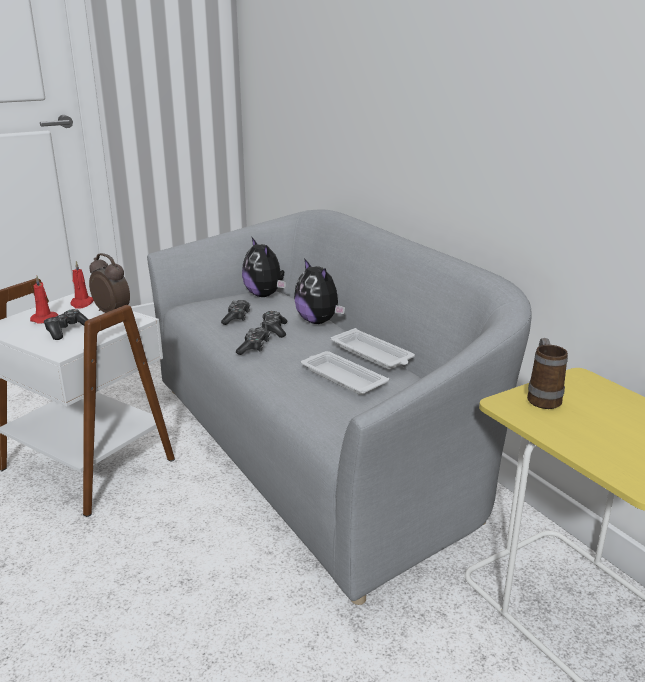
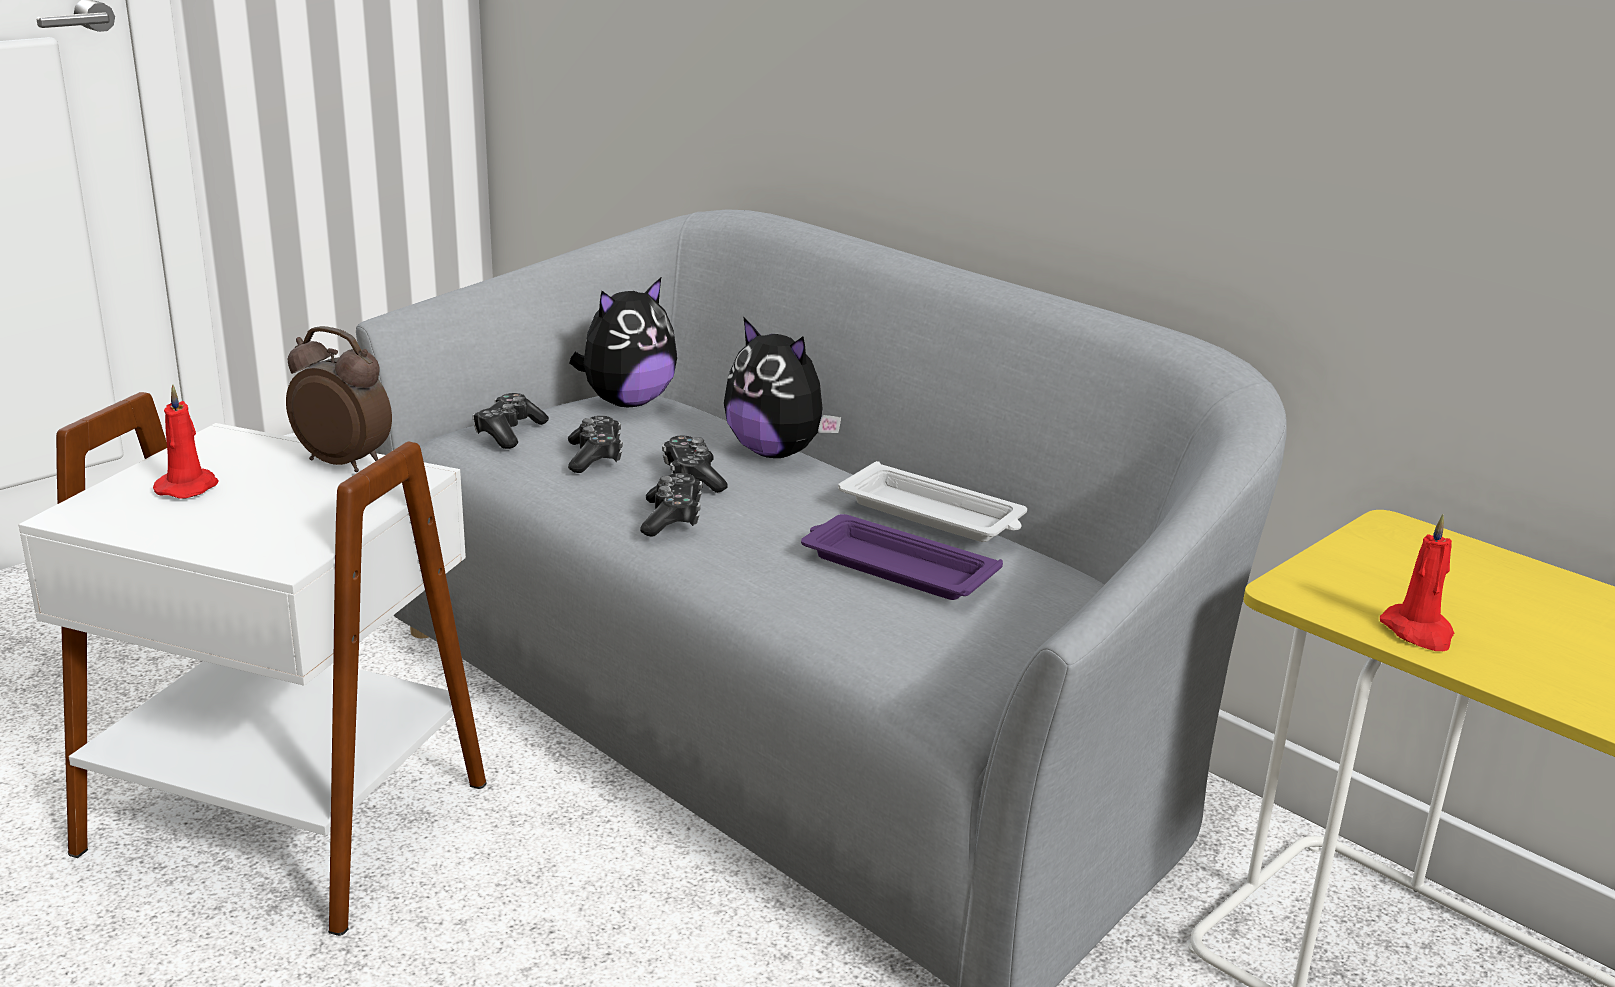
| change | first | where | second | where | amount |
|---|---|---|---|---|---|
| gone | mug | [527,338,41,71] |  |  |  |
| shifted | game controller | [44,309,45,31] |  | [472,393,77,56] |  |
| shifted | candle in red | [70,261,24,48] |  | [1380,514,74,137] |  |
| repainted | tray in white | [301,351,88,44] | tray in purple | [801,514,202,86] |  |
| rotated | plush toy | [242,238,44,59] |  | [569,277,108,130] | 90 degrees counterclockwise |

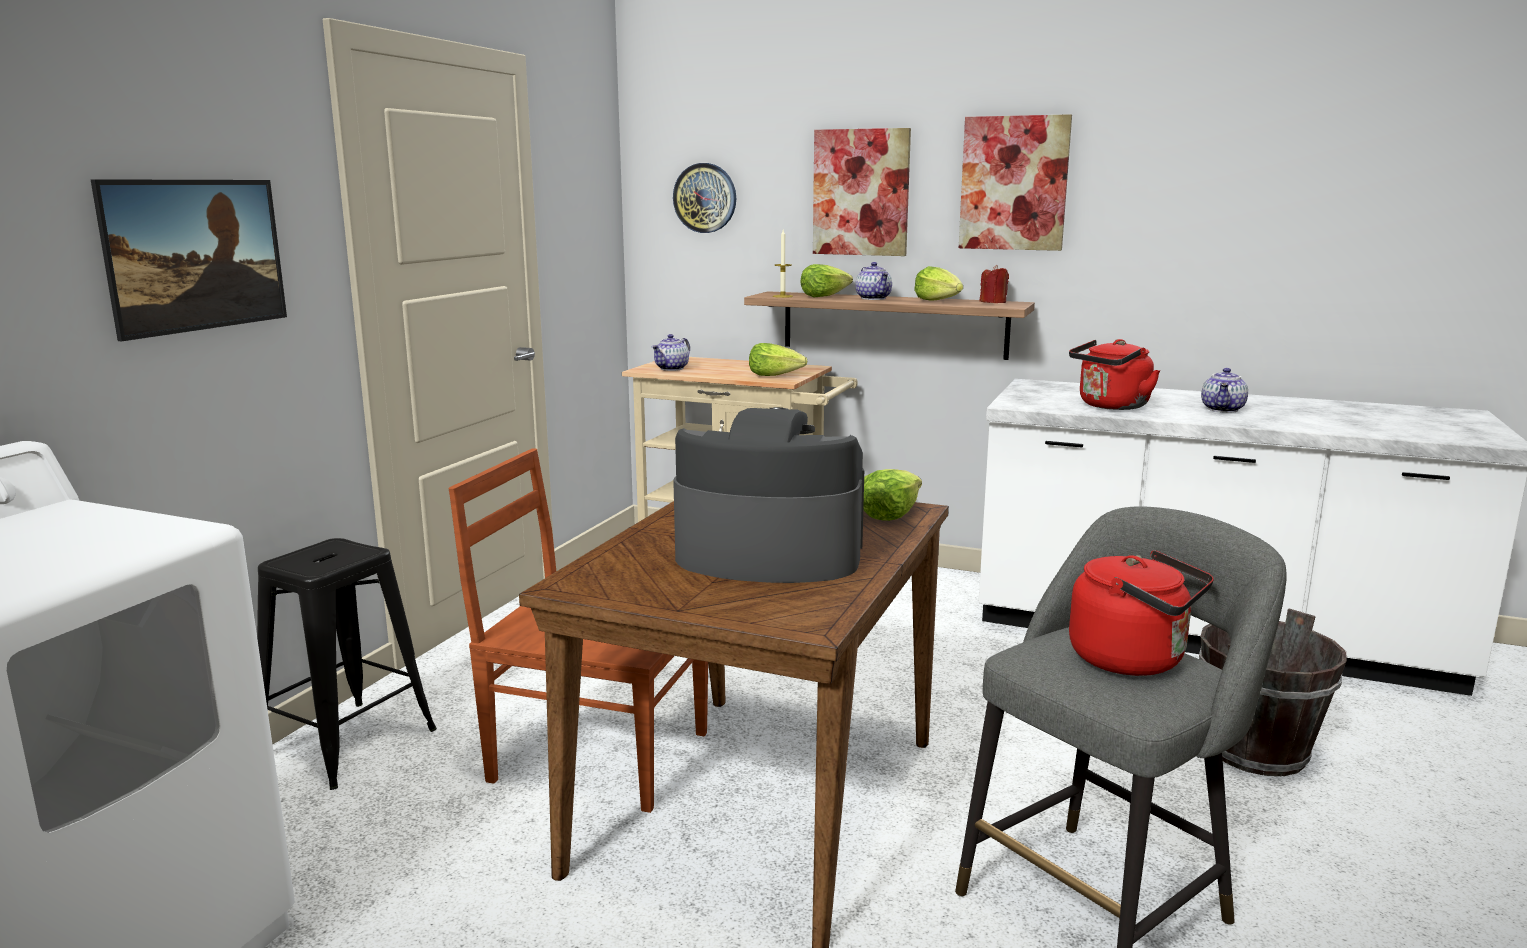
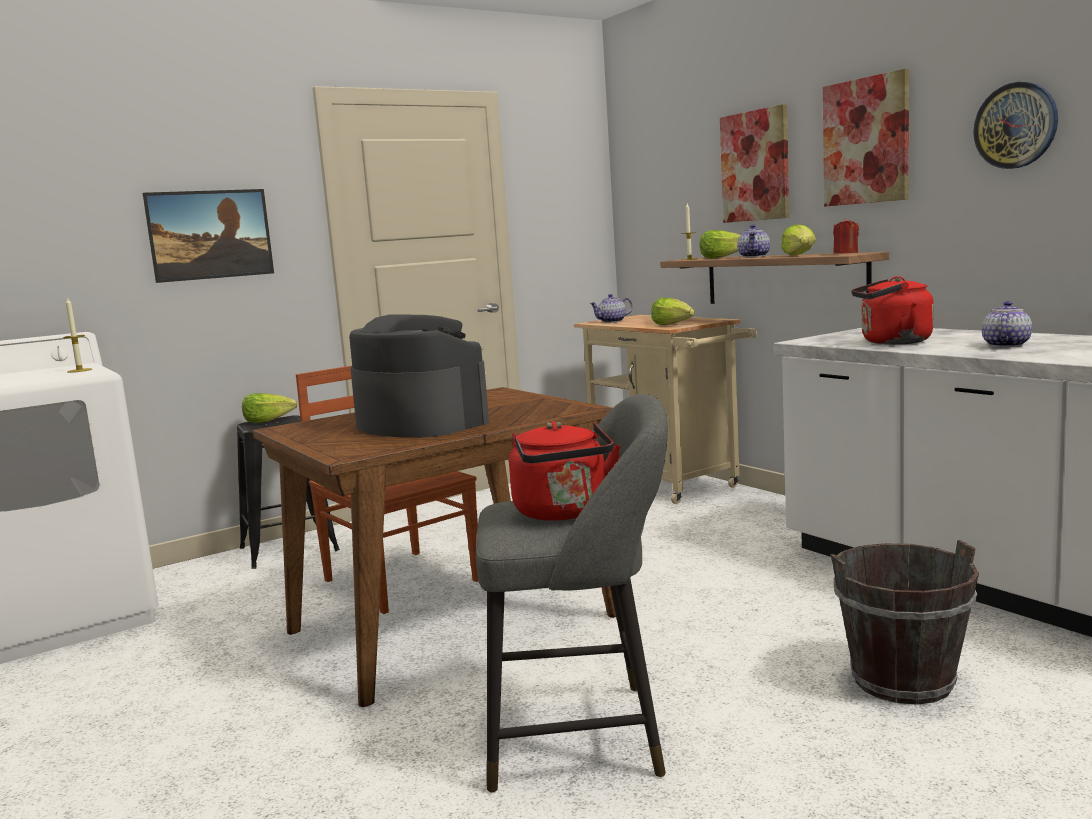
| change | first | where | second | where | amount |
|---|---|---|---|---|---|
| new |  |  | candle | [63,297,29,76] |  |
| shifted | wall clock | [673,163,63,70] |  | [973,82,85,87] |  |
| shifted | lettuce | [863,469,59,52] |  | [242,393,55,30] |  |
| rotated | teapot | [1201,368,47,45] |  | [982,301,50,46] | 150 degrees clockwise |

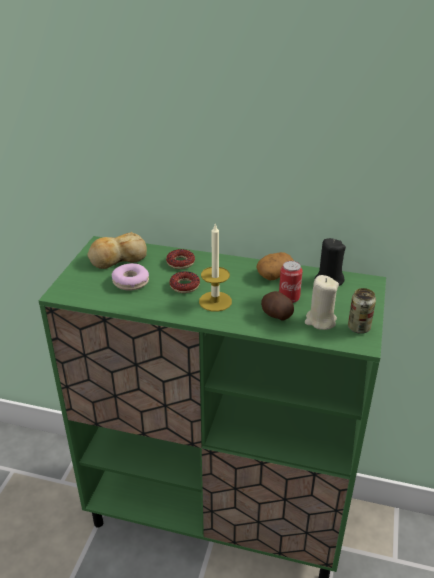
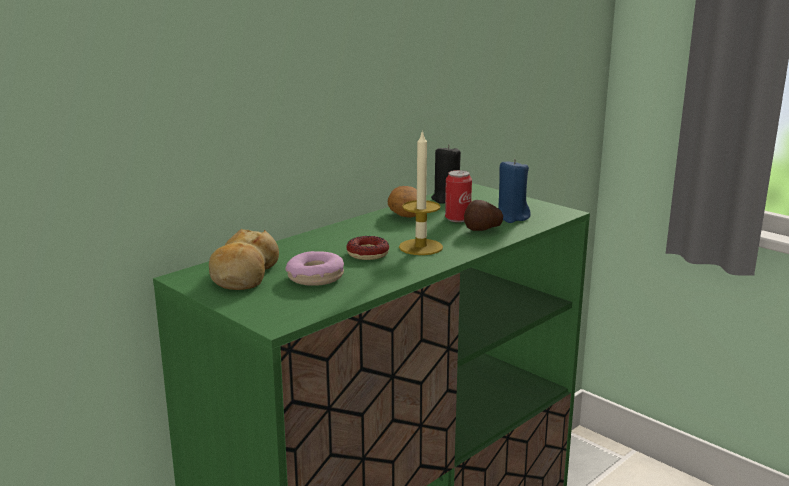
| change | first | where | second | where | amount |
|---|---|---|---|---|---|
| gone | donut | [166,249,29,20] |  |  |  |
| gone | can | [348,288,28,46] |  |  |  |
| repainted | candle in beige | [305,275,34,55] | candle in blue | [498,159,32,64] |  |

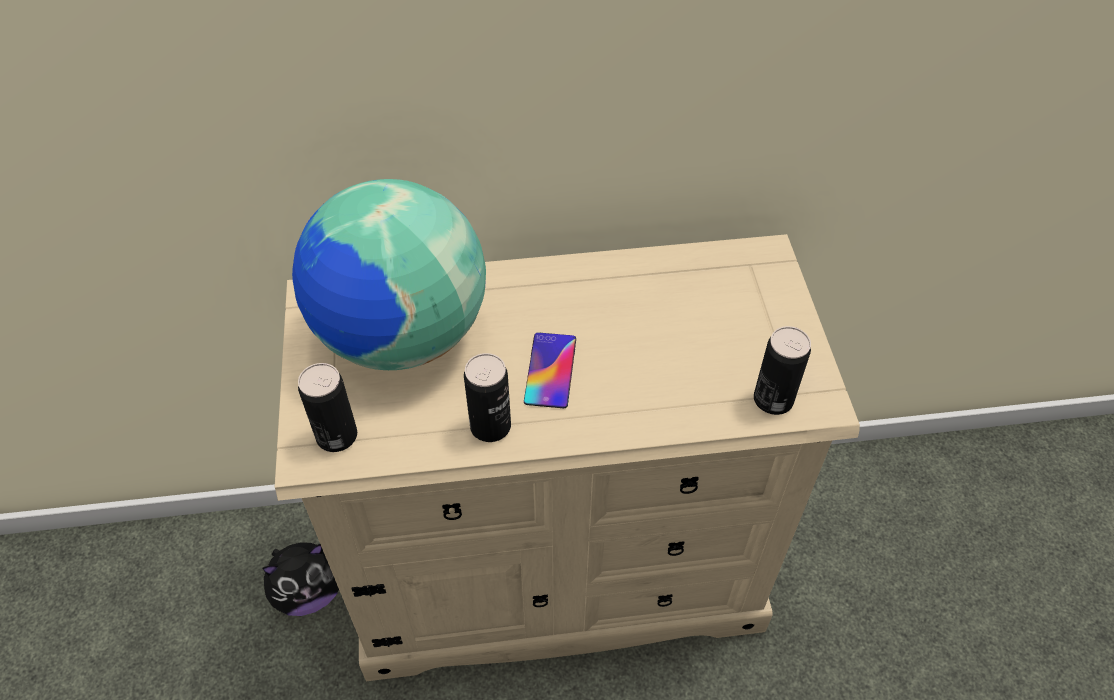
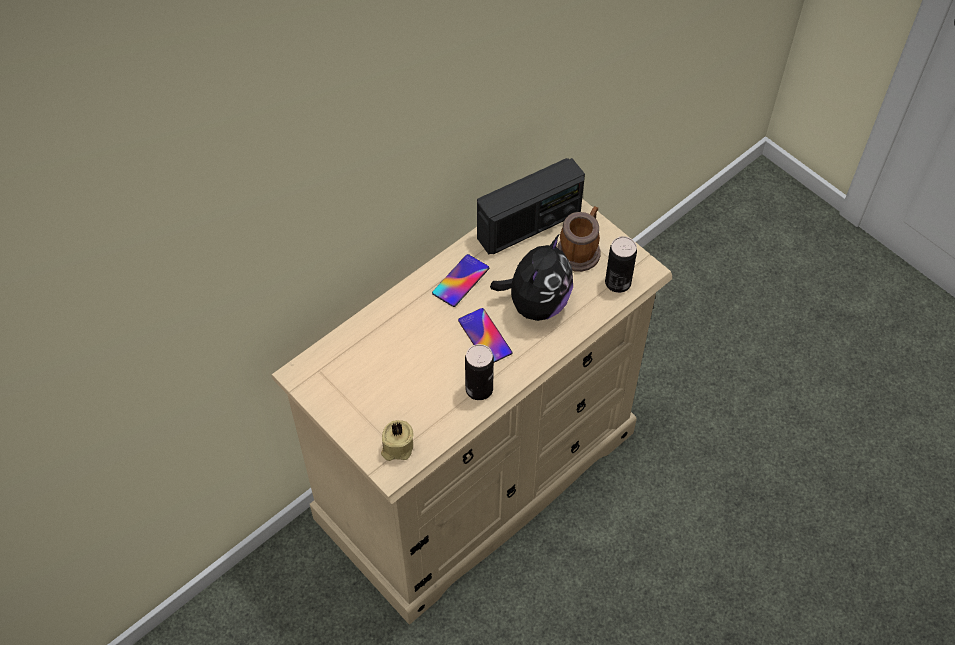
| change | first | where | second | where | amount |
|---|---|---|---|---|---|
| gone | globe | [292,179,194,191] |  |  |  |
| new |  |  | phone | [432,254,57,53] |  |
| new |  |  | radio | [477,158,108,96] |  |
| new |  |  | mug | [557,206,44,66] |  |
| shifted | plush toy | [262,542,77,74] |  | [490,235,83,86] |  |
| swapped | can | [298,363,59,89] | candle in beige | [381,420,32,41] |  |

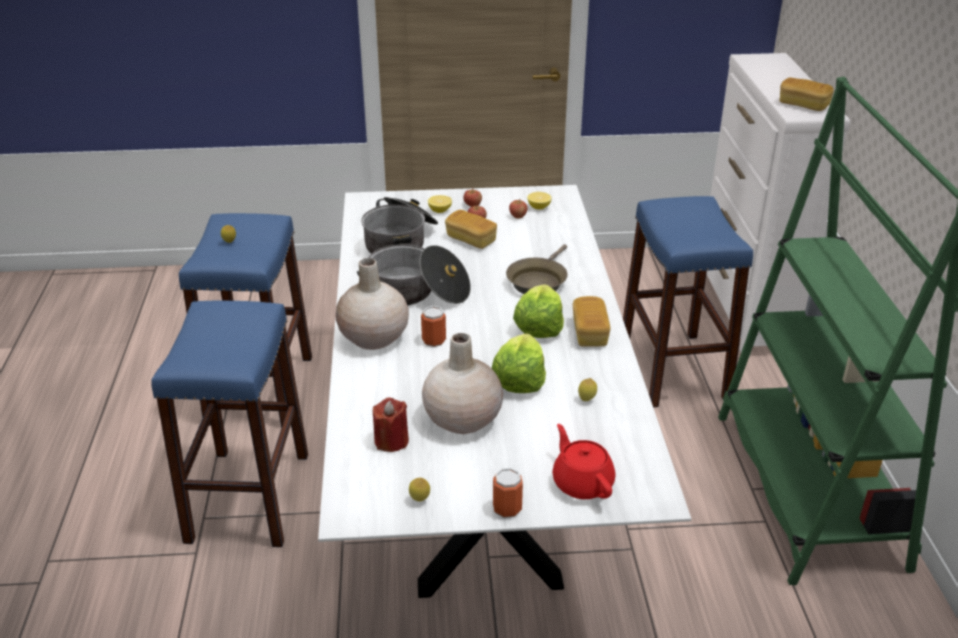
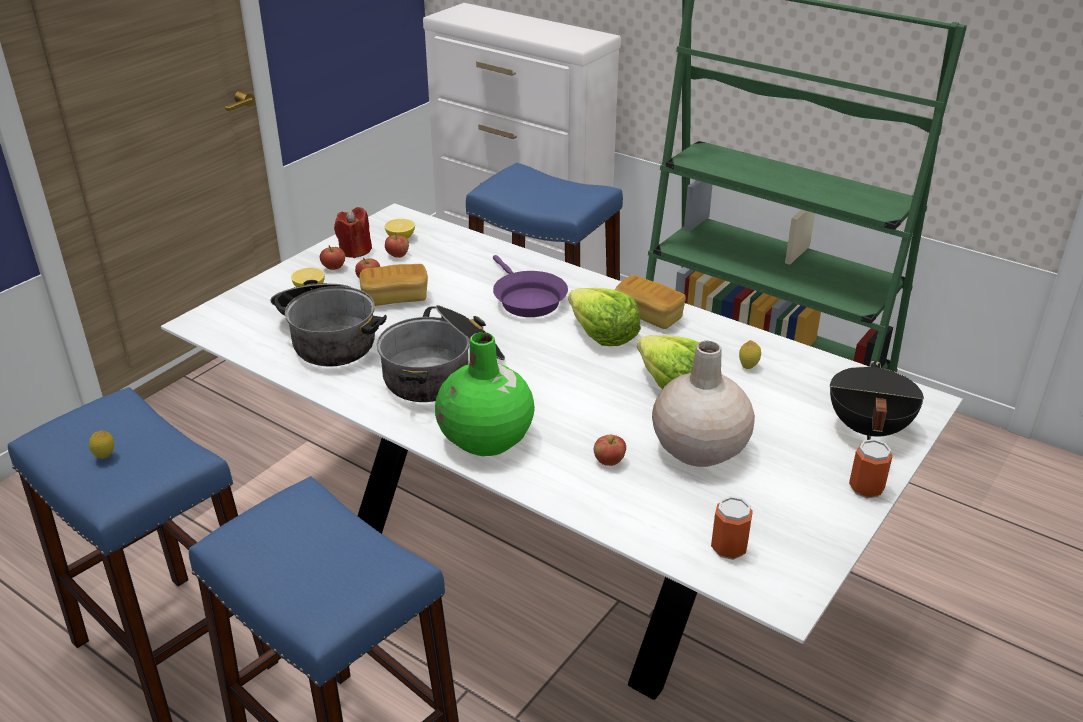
| change | first | where | second | where | amount |
|---|---|---|---|---|---|
| gone | lemon | [409,478,21,24] |  |  |  |
| gone | bread | [780,77,54,34] |  |  |  |
| new |  |  | apple | [594,435,32,31] |  |
| shifted | candle in red | [373,398,36,54] |  | [334,207,38,51] |  |
| shifted | can | [421,306,25,41] |  | [711,496,42,64] |  |
| swapped | teapot in red | [552,424,63,75] | cooking pot in black | [830,361,94,79] |  |
| repainted | vase in beige | [336,258,73,92] | vase in green | [435,332,100,124] |  |
| repainted | frying pan in brown | [506,244,62,50] | frying pan in purple | [493,255,75,62] |  |

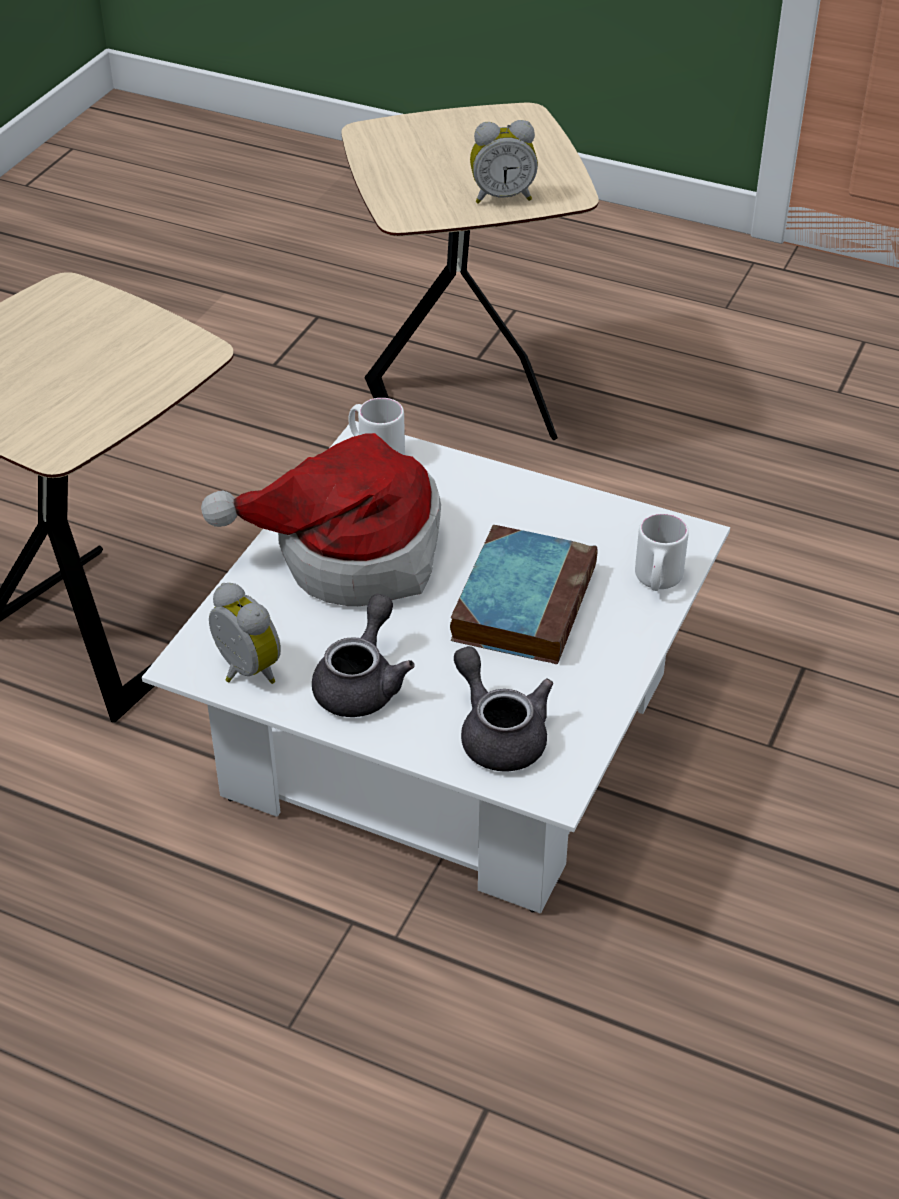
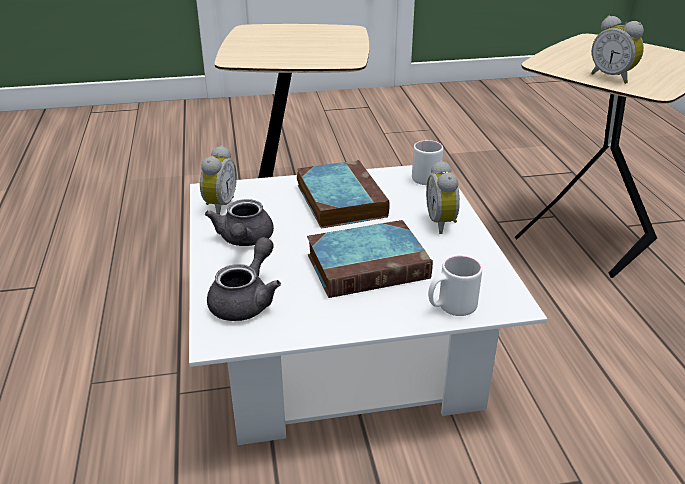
| change | first | where | second | where | amount |
|---|---|---|---|---|---|
| new |  |  | alarm clock | [426,160,34,74] |  |
| swapped | hat | [201,433,240,173] | book | [297,160,93,68] |  |
| rotated | teapot in grey | [312,594,102,123] |  | [205,199,69,47] | 105 degrees clockwise |

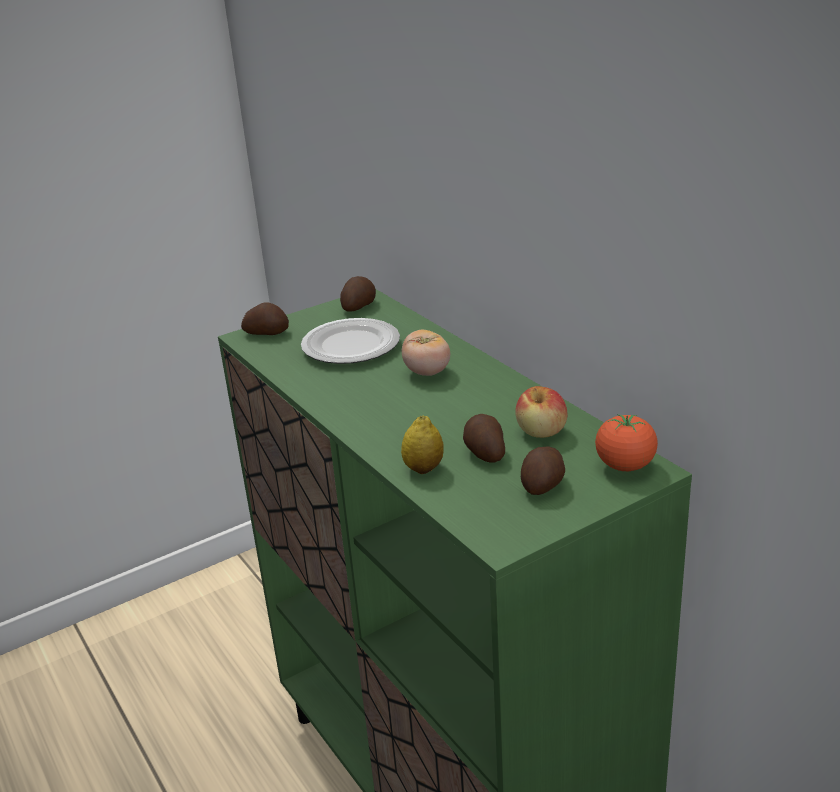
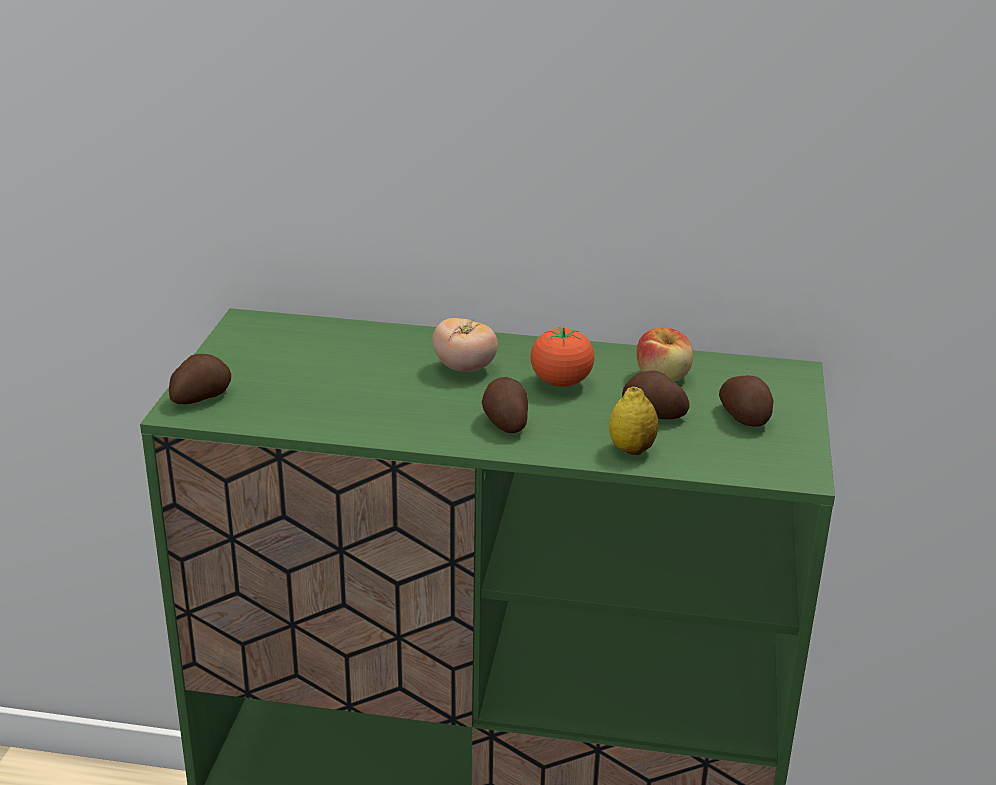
| change | first | where | second | where | amount |
|---|---|---|---|---|---|
| gone | plate | [301,318,99,46] |  |  |  |
| shifted | potato | [340,276,36,36] |  | [482,377,46,56] |  |
| shifted | tomato | [595,414,63,57] |  | [530,327,64,60] |  |

